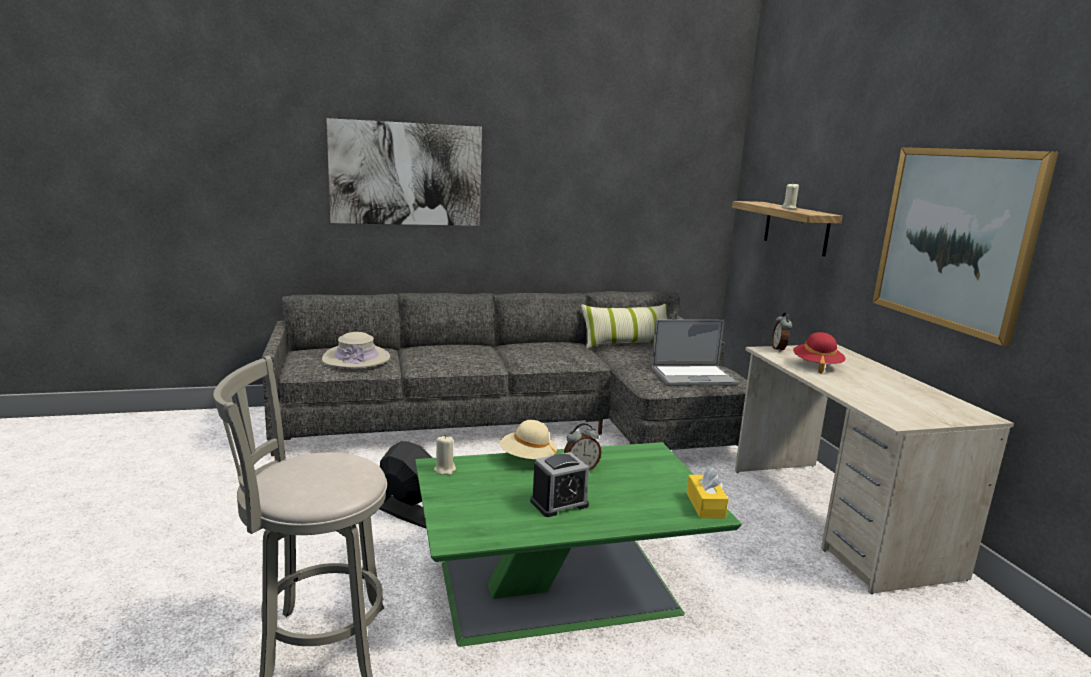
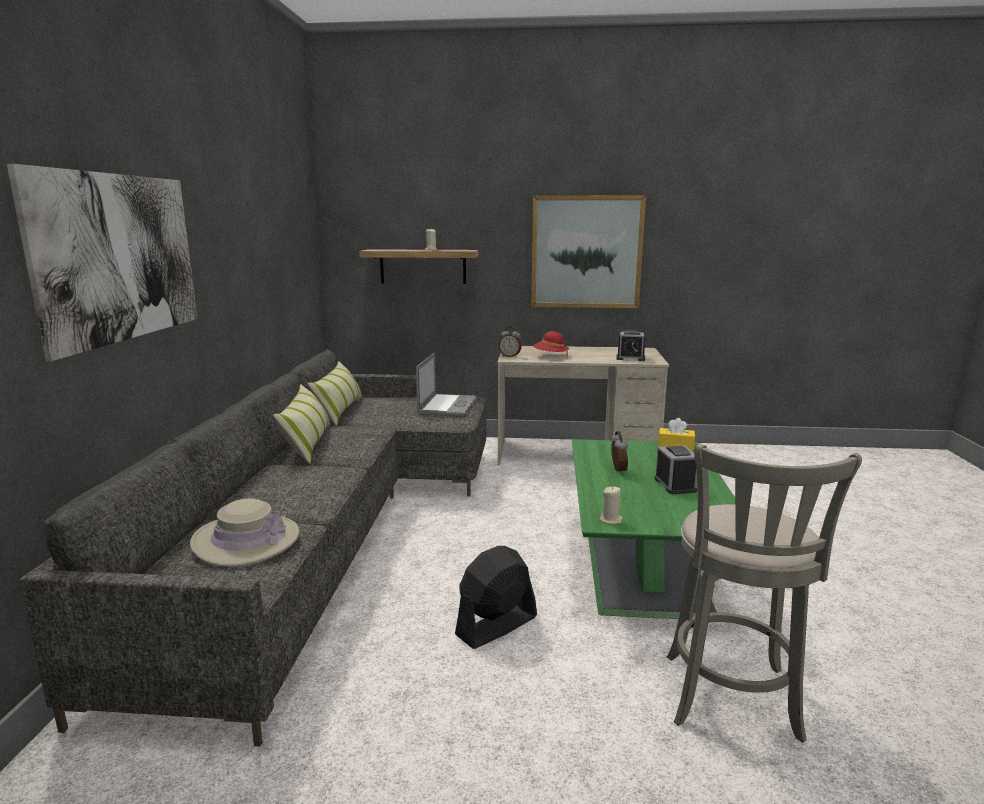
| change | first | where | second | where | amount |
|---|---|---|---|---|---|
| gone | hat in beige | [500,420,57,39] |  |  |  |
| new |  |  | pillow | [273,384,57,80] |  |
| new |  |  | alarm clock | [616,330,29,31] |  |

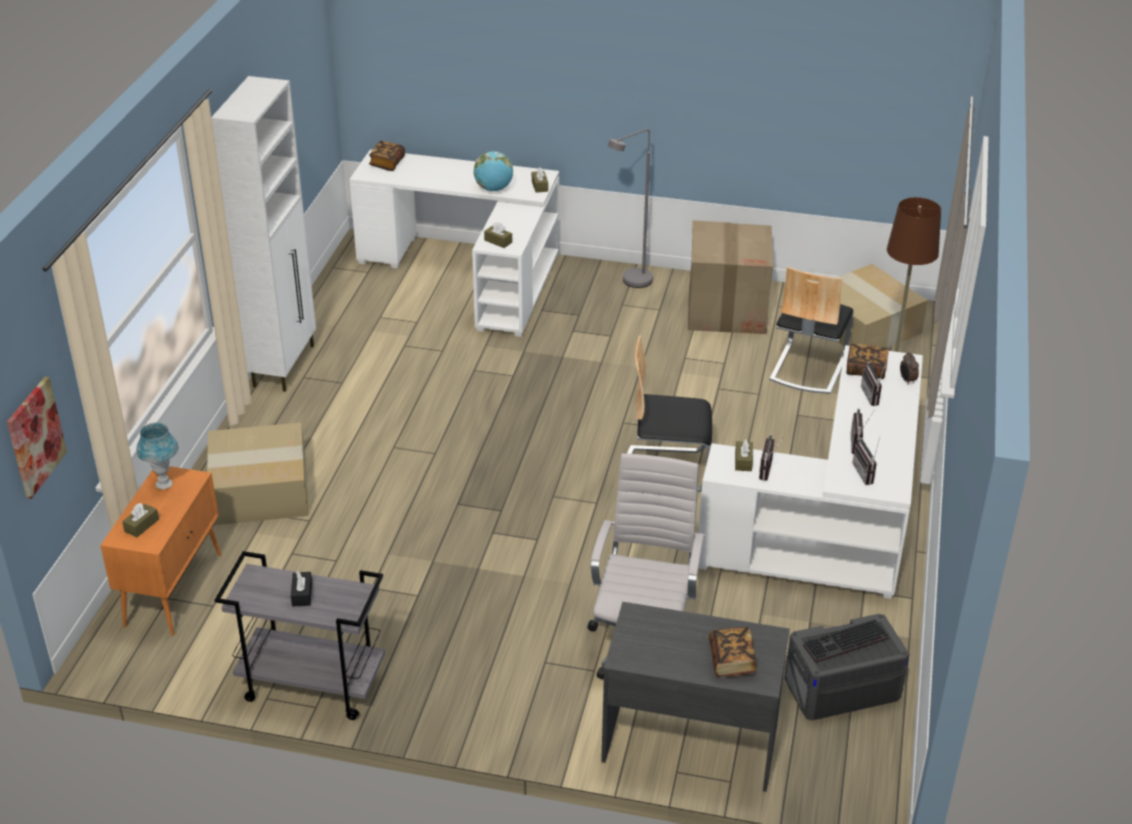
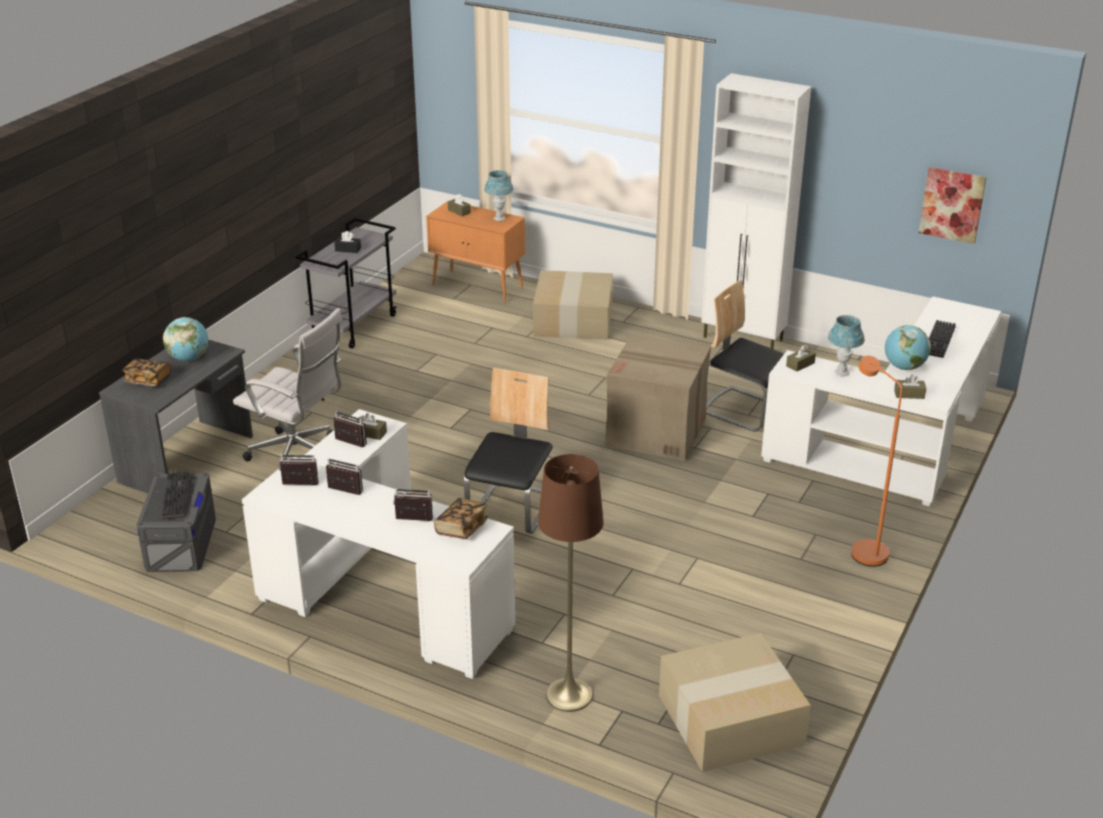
| change | first | where | second | where | amount |
|---|---|---|---|---|---|
| gone | book | [369,141,36,30] |  |  |  |
| gone | alarm clock | [900,352,19,33] |  |  |  |
| new |  |  | globe | [163,317,45,44] |  |
| new |  |  | table lamp in blue | [828,315,36,61] |  |
| new |  |  | keyboard | [929,320,27,38] |  |
| shifted | picture | [7,377,60,122] |  | [919,167,68,77] |  |
| shifted | cardboard box | [688,220,85,114] |  | [605,335,106,126] |  |
| shifted | chair | [769,267,84,127] |  | [706,279,78,153] |  |
| repainted | floor lamp in grey | [608,129,45,159] | floor lamp in orange | [851,356,51,211] |  |

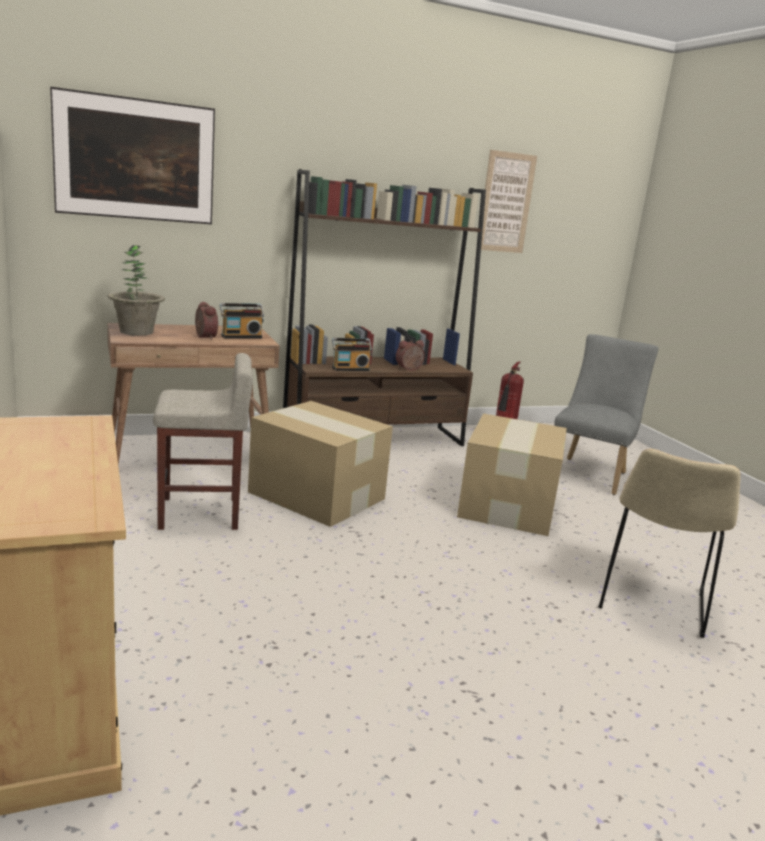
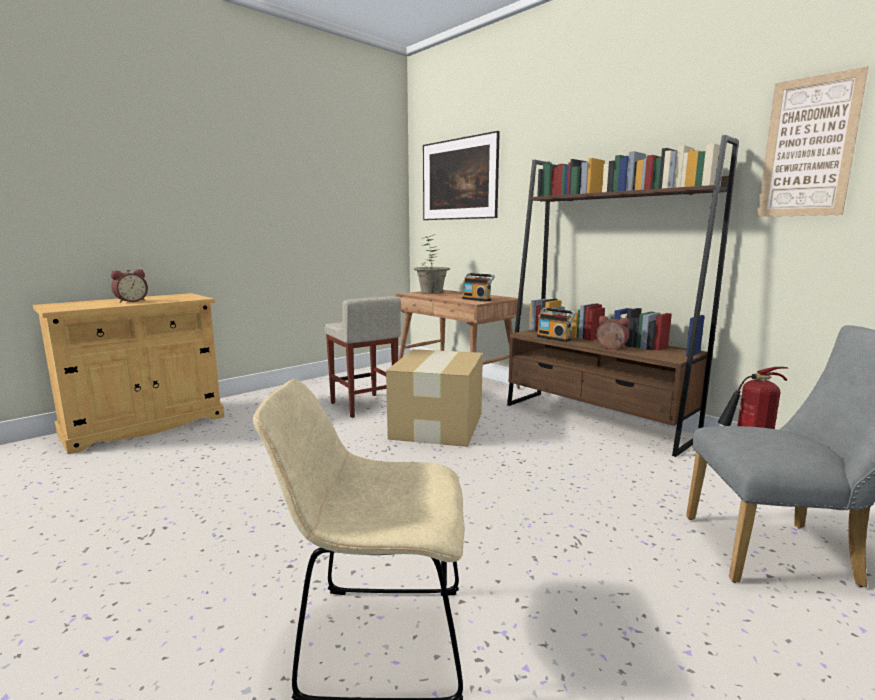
| change | first | where | second | where | amount |
|---|---|---|---|---|---|
| gone | cardboard box | [457,413,110,123] |  |  |  |
| shifted | alarm clock | [195,302,23,38] |  | [111,269,37,34] |  |

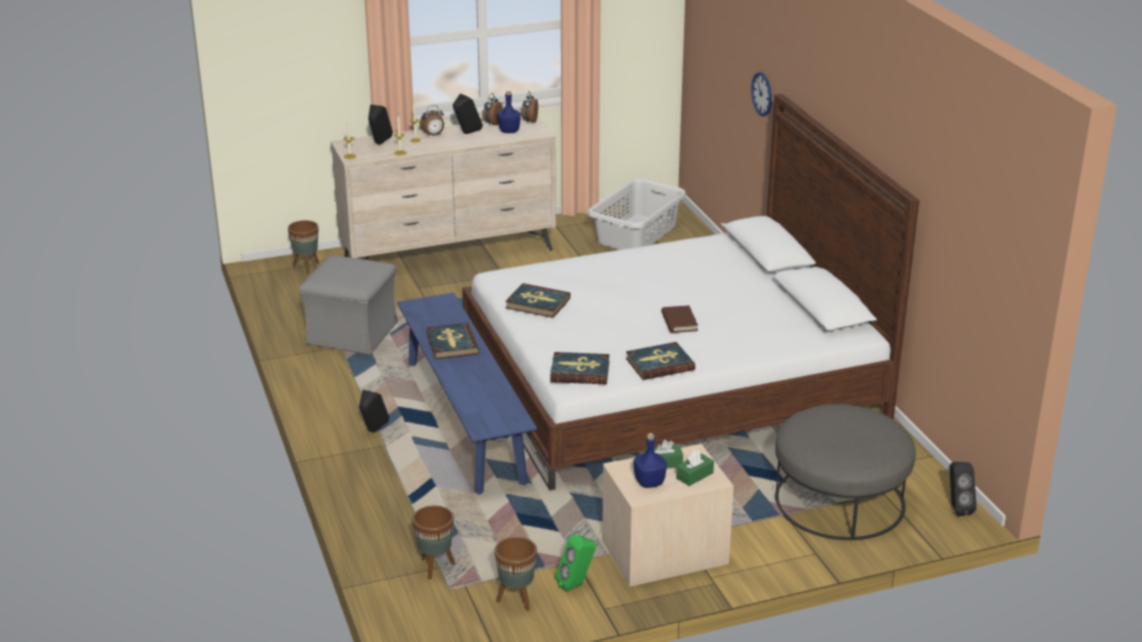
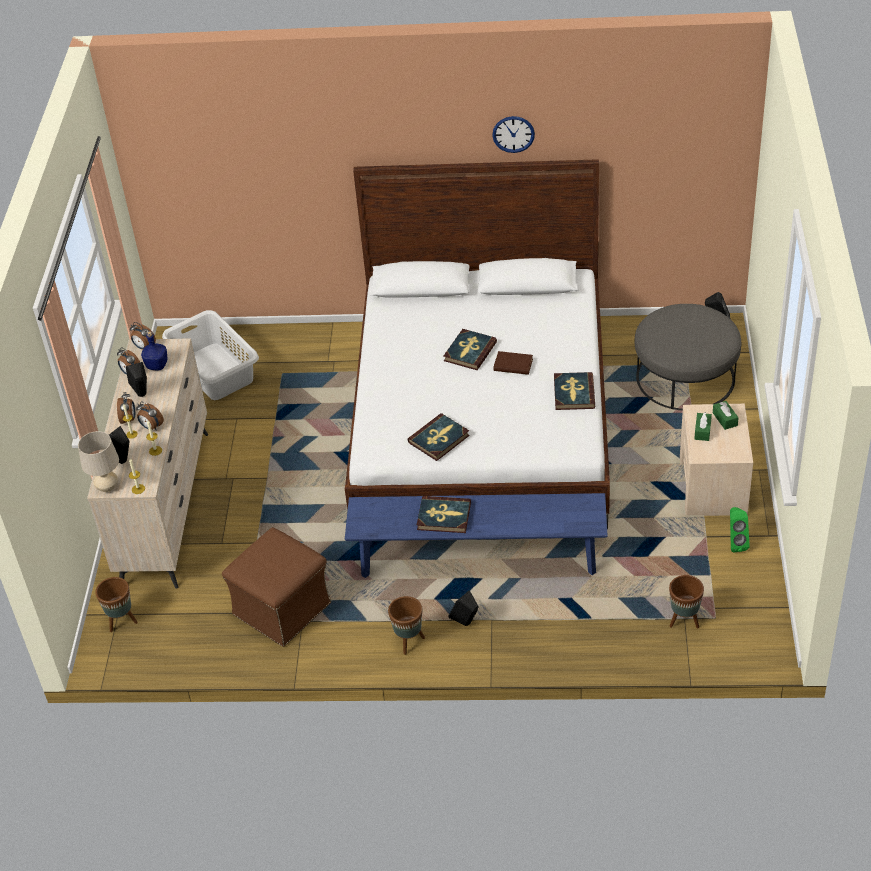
| change | first | where | second | where | amount |
|---|---|---|---|---|---|
| gone | bottle in blue | [633,433,34,55] |  |  |  |
| new |  |  | table lamp in beige | [78,431,41,61] |  |
| new |  |  | alarm clock | [136,402,28,28] |  |
| shifted | planter in brown | [494,537,43,74] |  | [388,596,37,59] |  |
| shifted | book | [550,352,60,32] |  | [443,329,54,41] |  |
| shifted | wall clock | [751,72,21,44] |  | [492,116,43,37] |  |
| repainted | ottoman in grey | [299,256,99,98] | ottoman in brown | [222,527,109,120] |  |

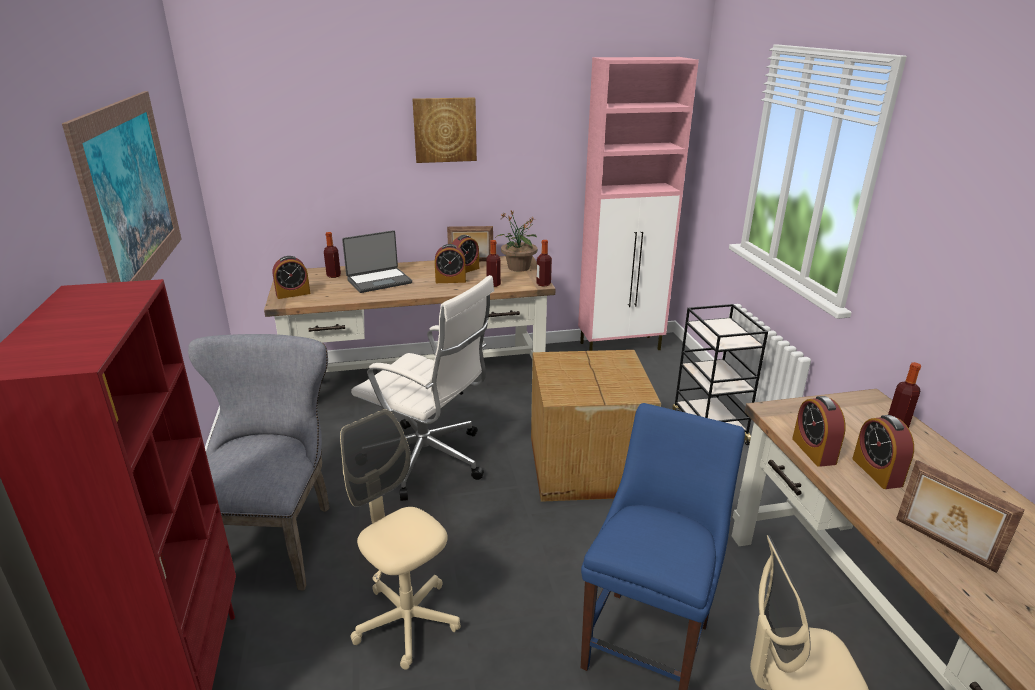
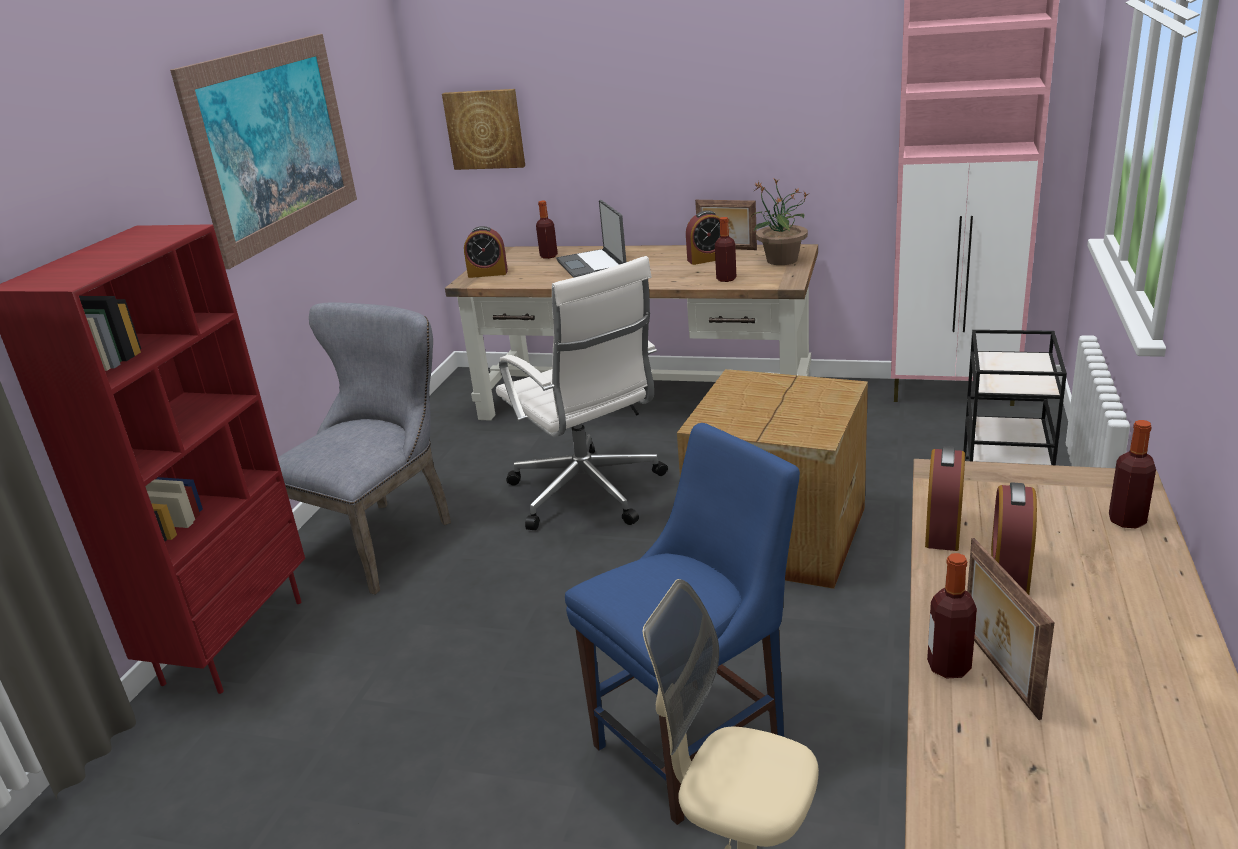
| change | first | where | second | where | amount |
|---|---|---|---|---|---|
| gone | office chair in beige | [340,409,121,261] |  |  |  |
| gone | alarm clock | [435,244,31,39] |  |  |  |
| shifted | picture | [412,97,65,66] |  | [442,89,83,81] |  |
| shifted | bottle | [536,240,16,47] |  | [927,553,50,126] |  |
| rotated | laptop | [342,230,70,63] |  | [556,200,70,78] | 75 degrees clockwise |

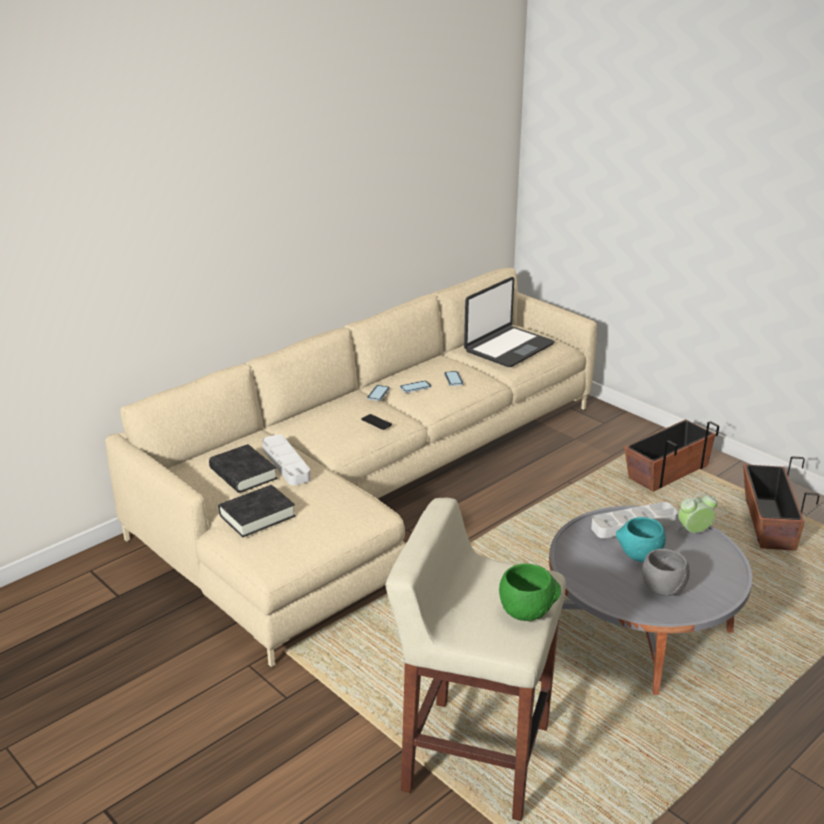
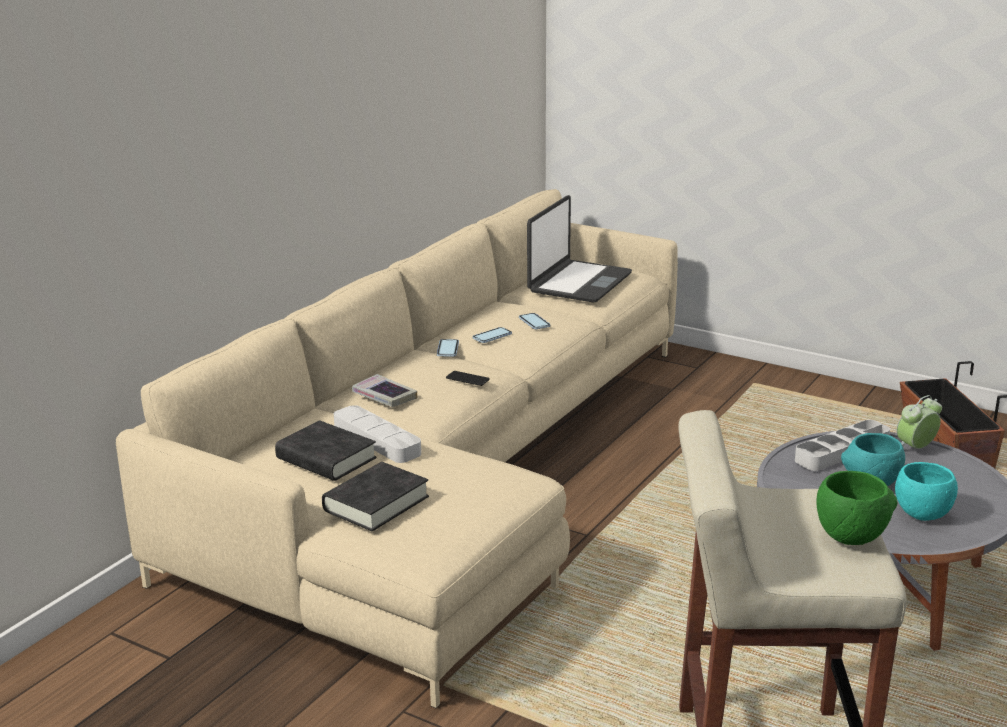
| change | first | where | second | where | amount |
|---|---|---|---|---|---|
| gone | planter | [624,419,95,73] |  |  |  |
| new |  |  | book | [352,374,65,33] |  |
| repainted | bowl in grey | [642,549,48,47] | bowl in turquoise | [895,462,63,59] |  |

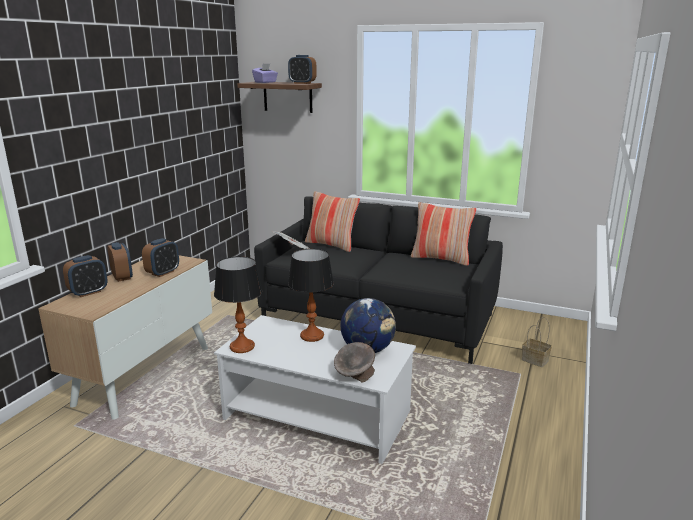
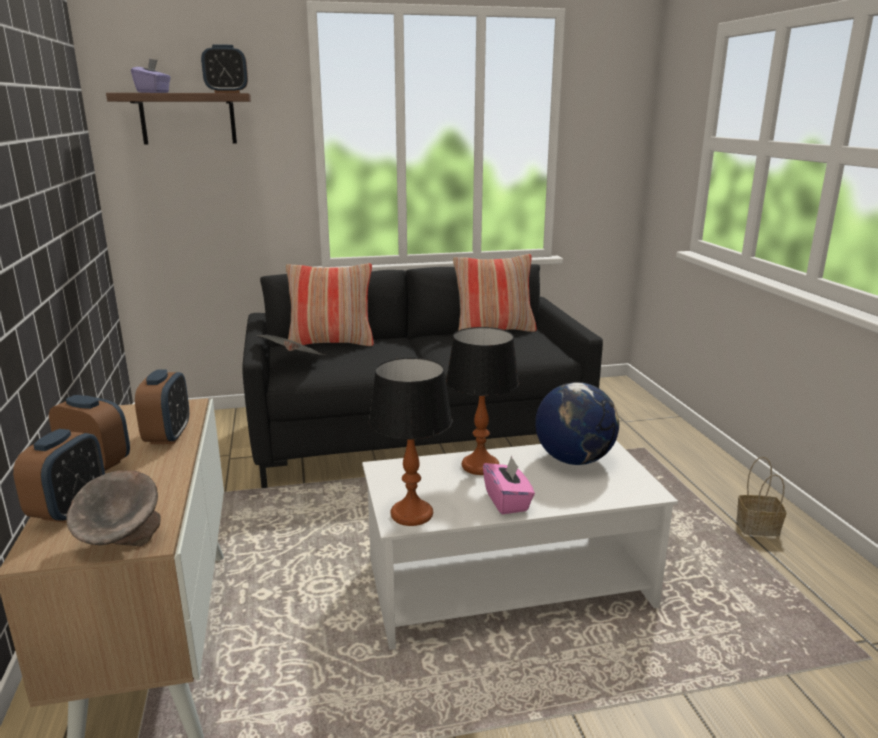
| change | first | where | second | where | amount |
|---|---|---|---|---|---|
| new |  |  | tissue box in pink | [483,456,52,58] |  |
| shifted | bowl in grey | [334,342,41,40] |  | [66,470,95,77] |  |
| shifted | basket | [522,317,30,50] |  | [736,457,50,79] |  |

